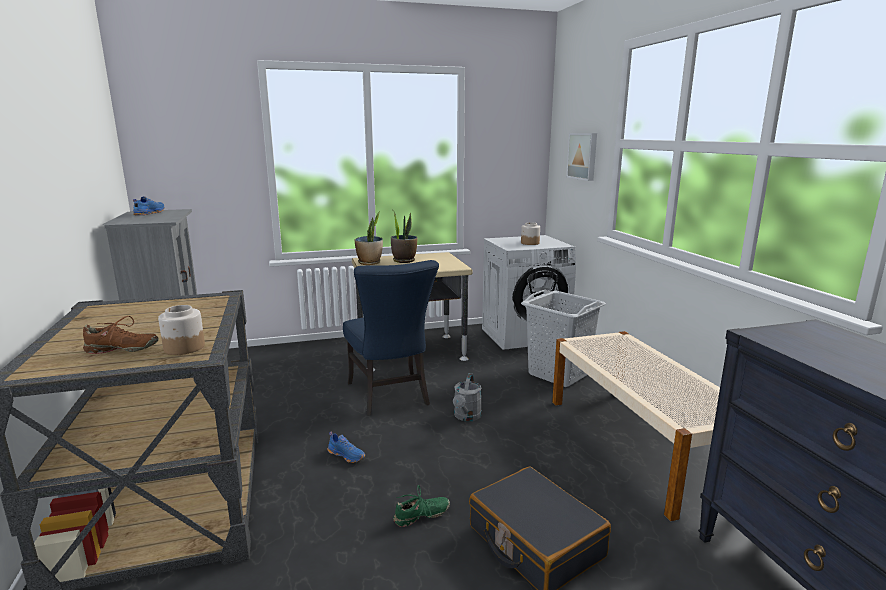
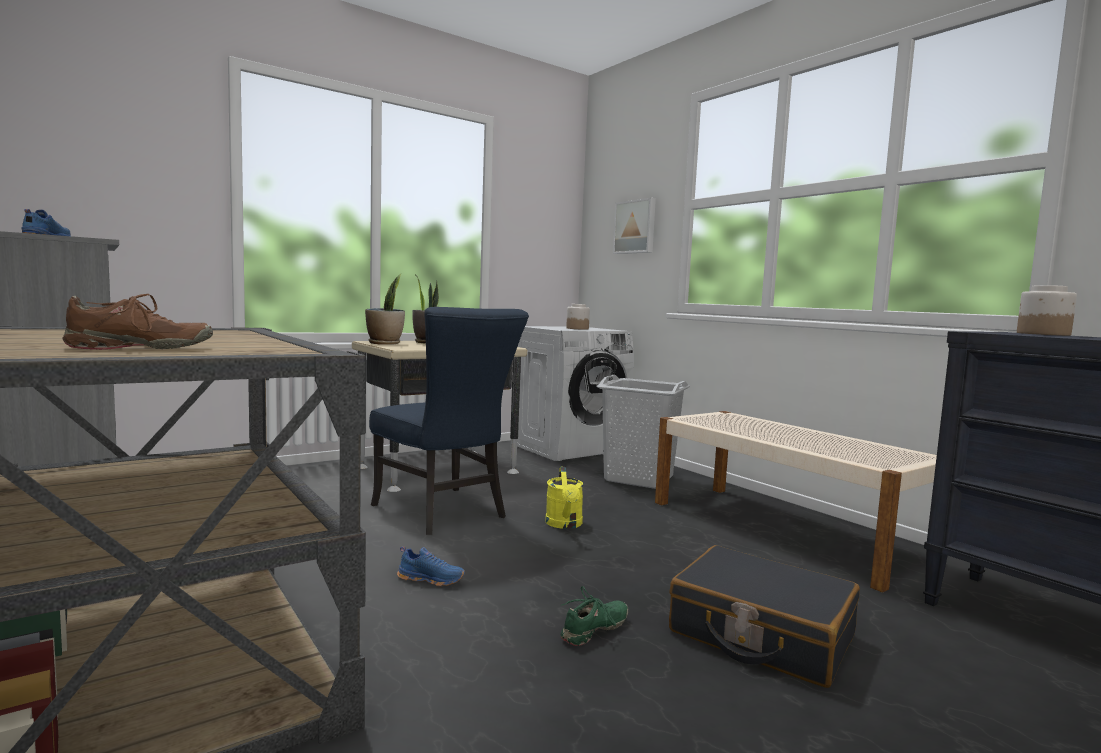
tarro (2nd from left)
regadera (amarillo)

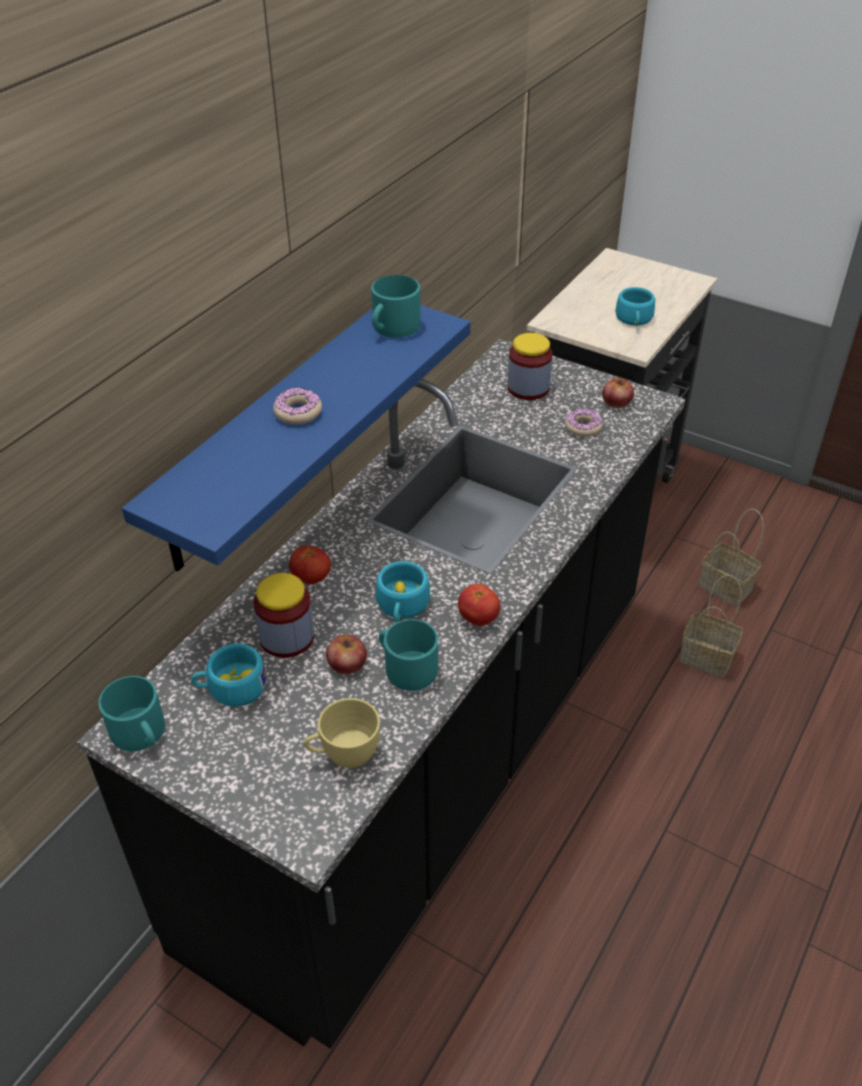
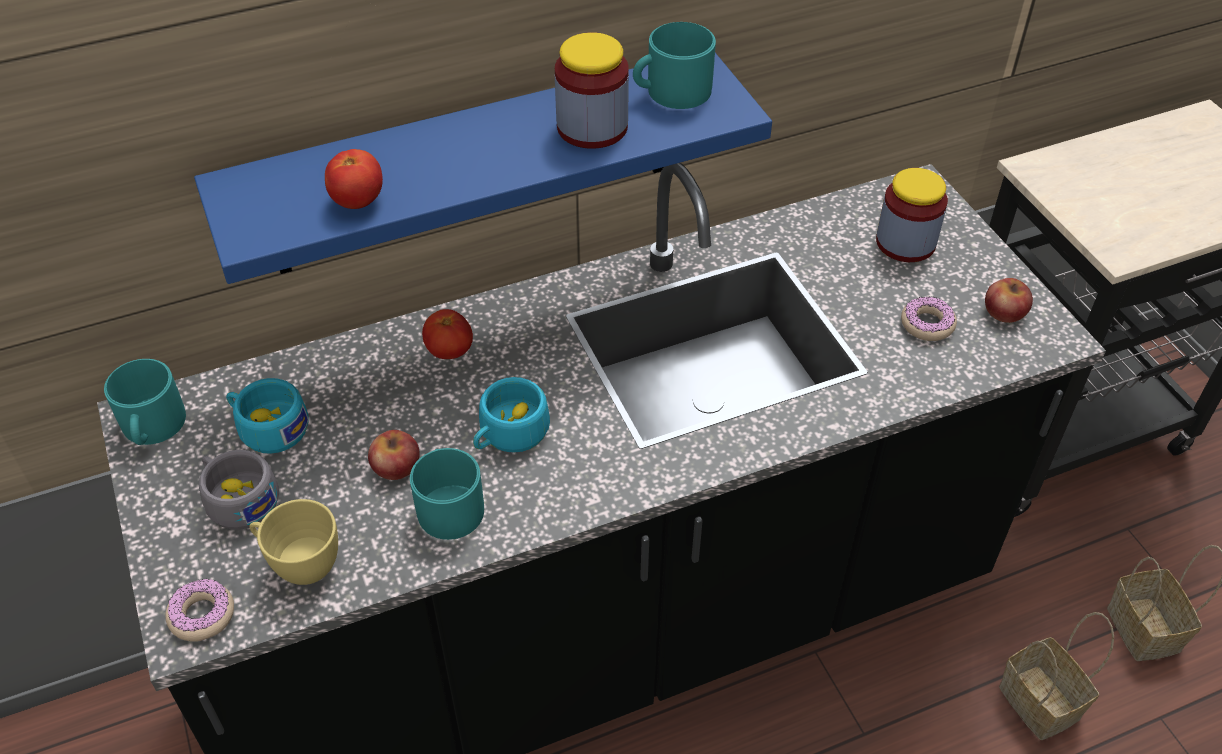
taza (turquesa) (3rd from left in the first image)
taza (gris)
tarro (1st from left)
rosquilla (1st from left)
tomate (1st from left)

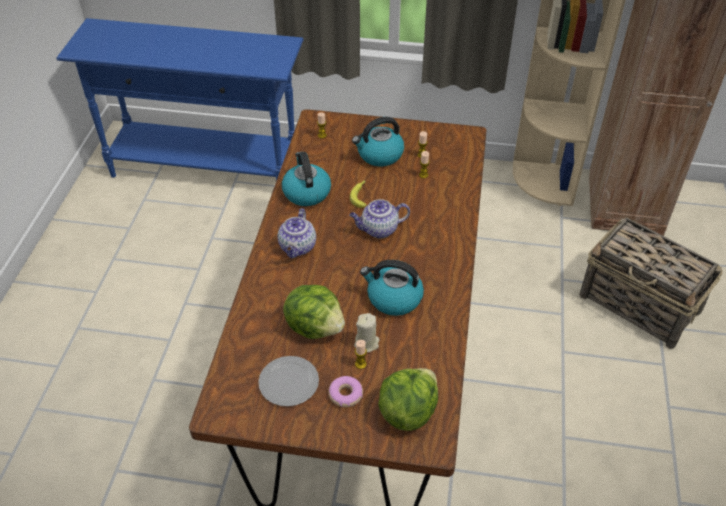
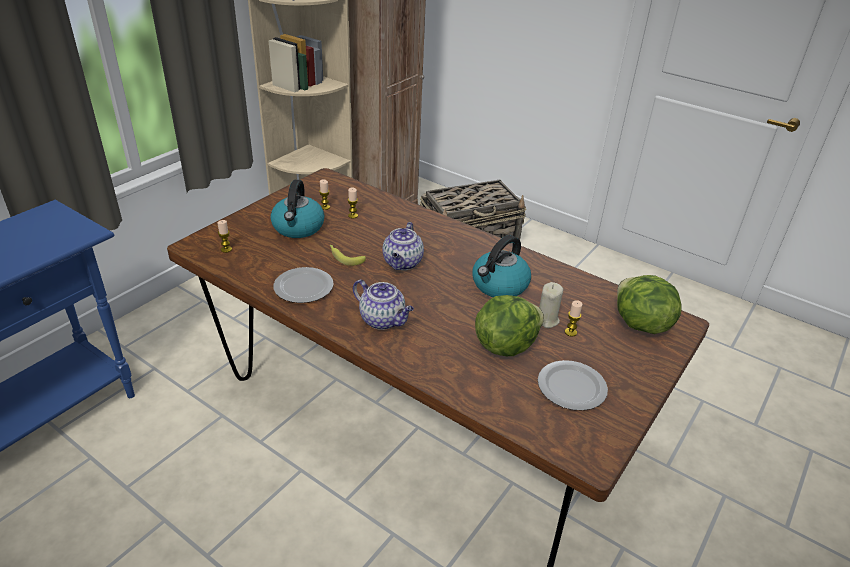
rosquilla
plato (1st from left)

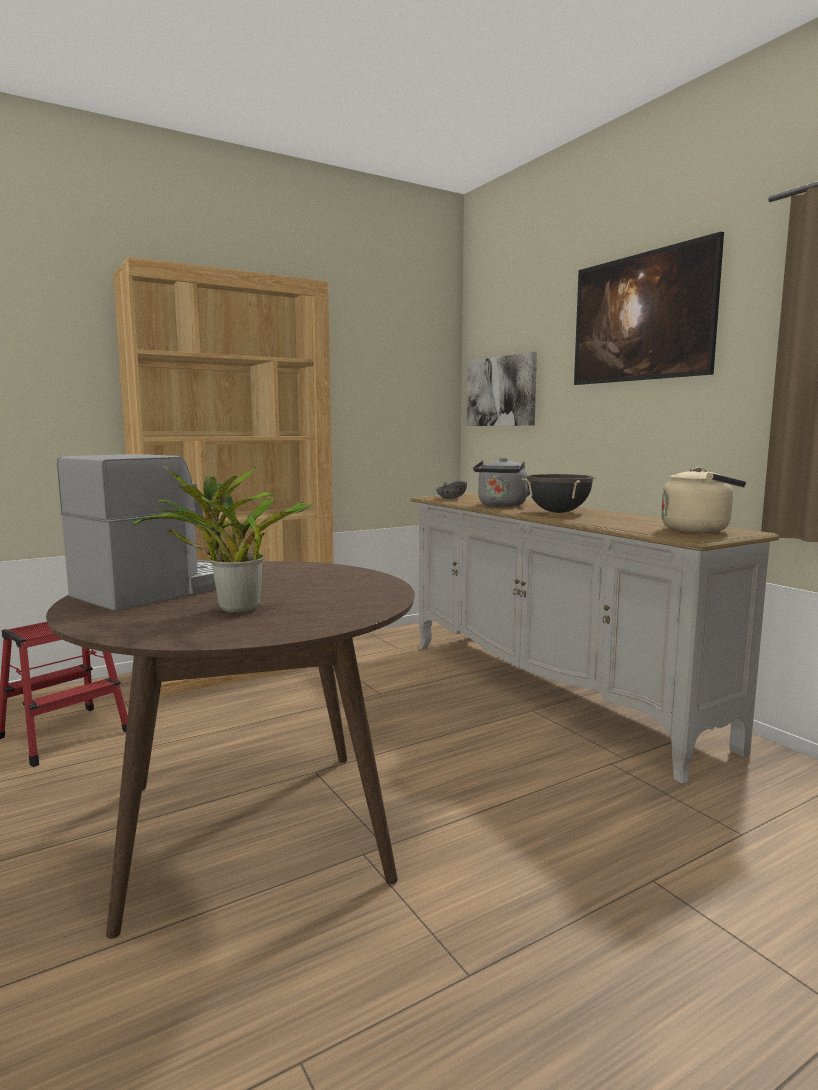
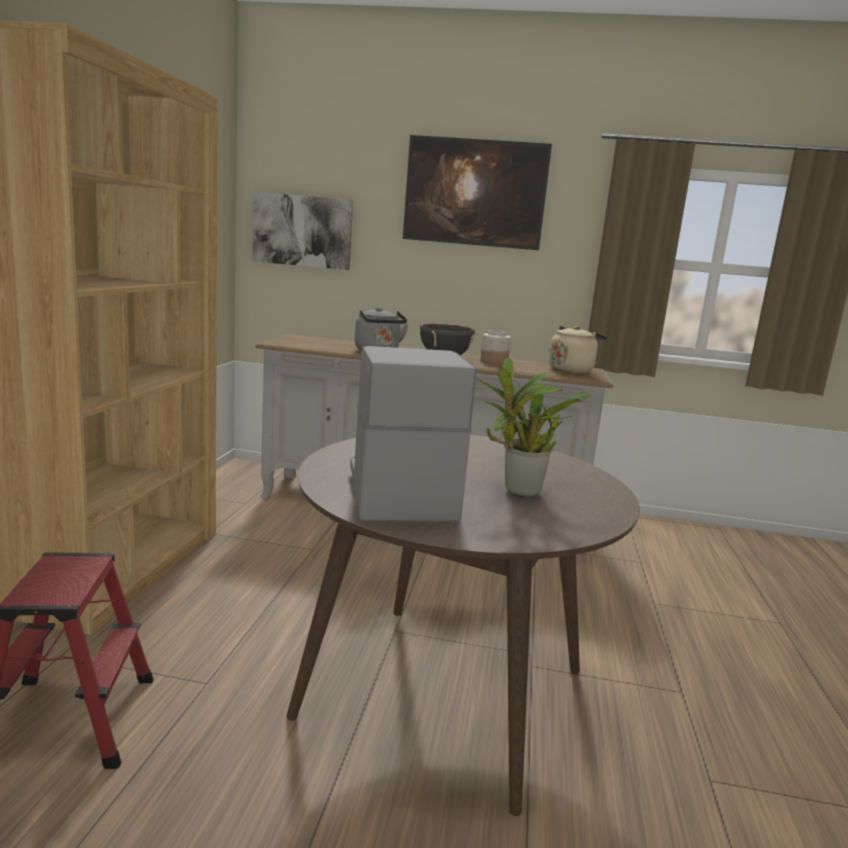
cuenco (gris)
tarro

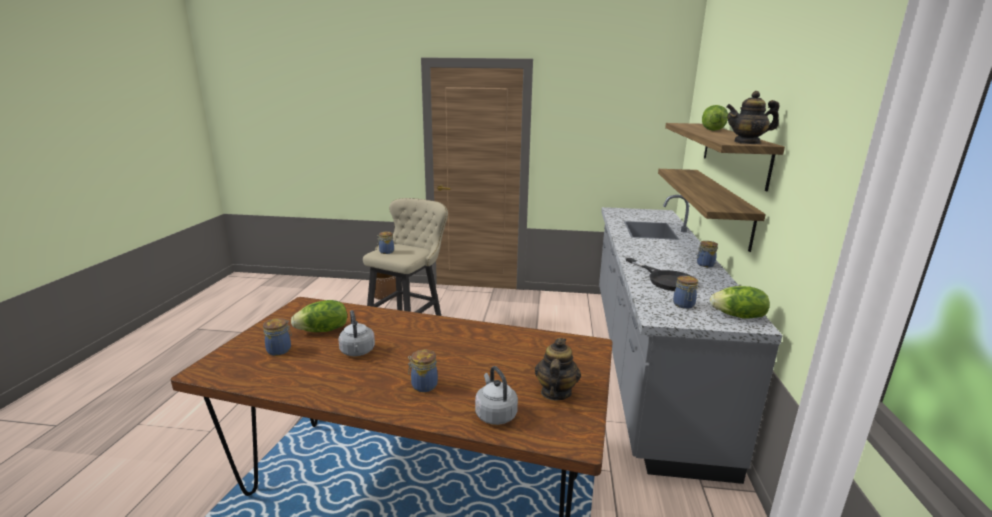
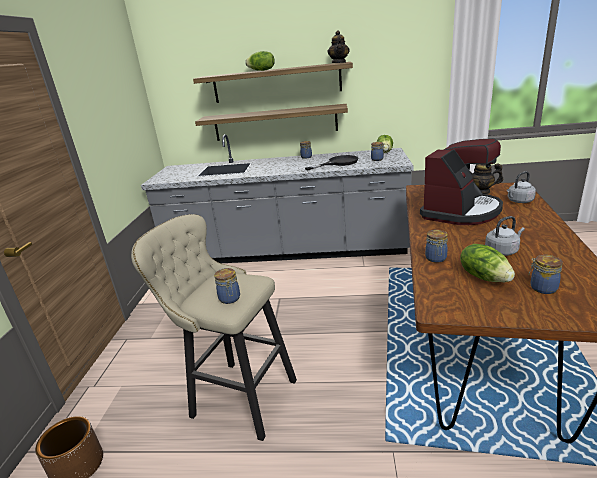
cafetera
tarro (4th from left)

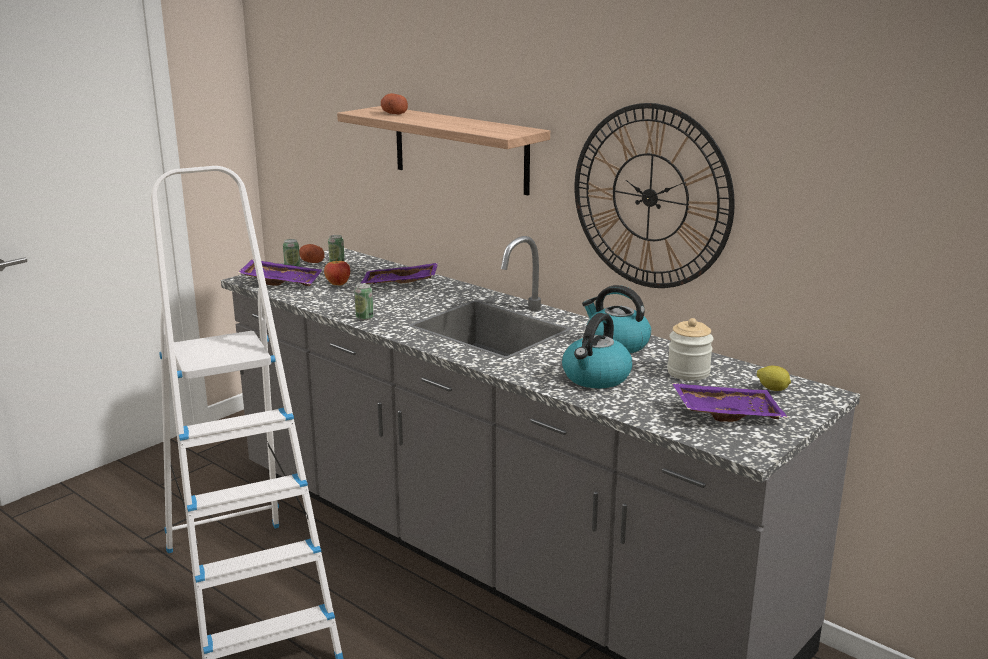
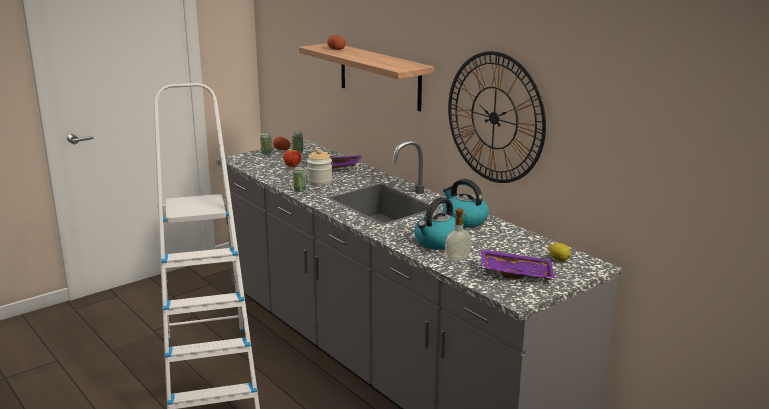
bandeja (morado) (1st from left in the first image)
dispensador de jabón
tarro

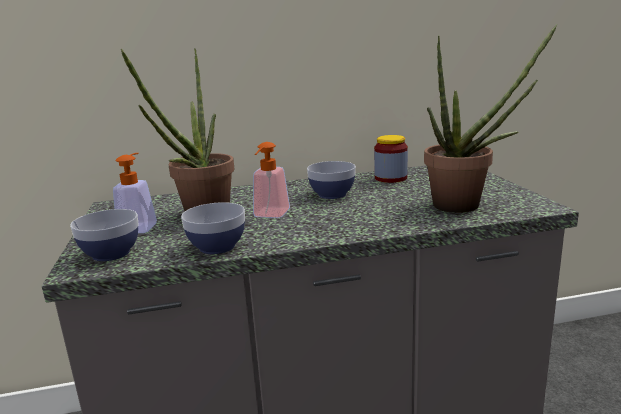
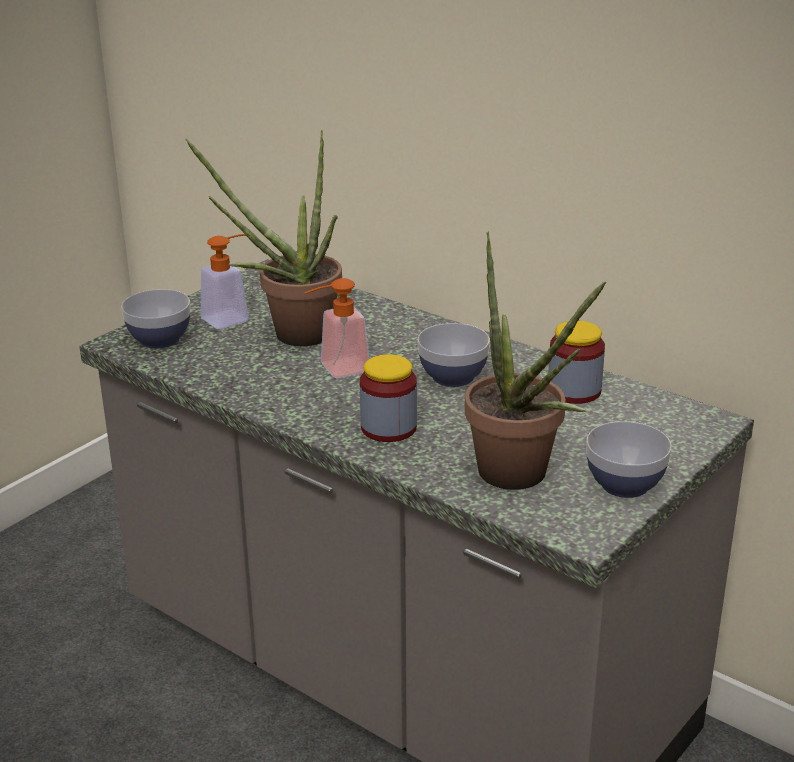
tarro (1st from left)
cuenco (3rd from left)

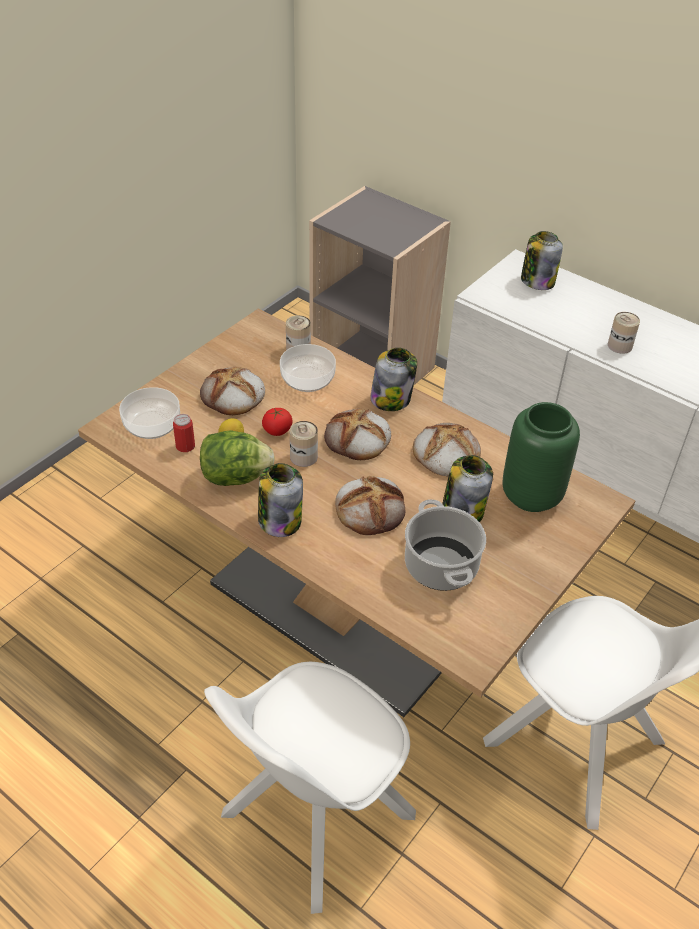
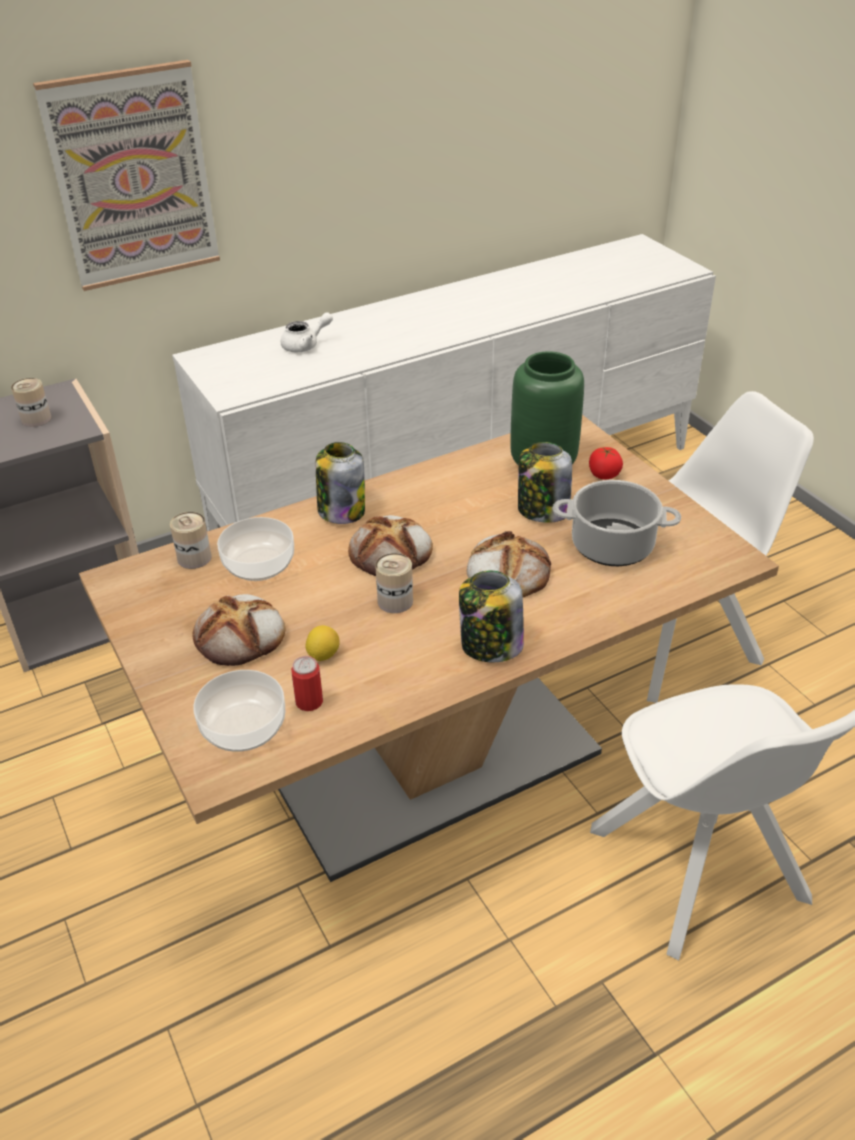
lechuga
pan (4th from left in the first image)
tarro (4th from left in the first image)
cuadro
tetera (blanco)
tomate
lata (1st from left)

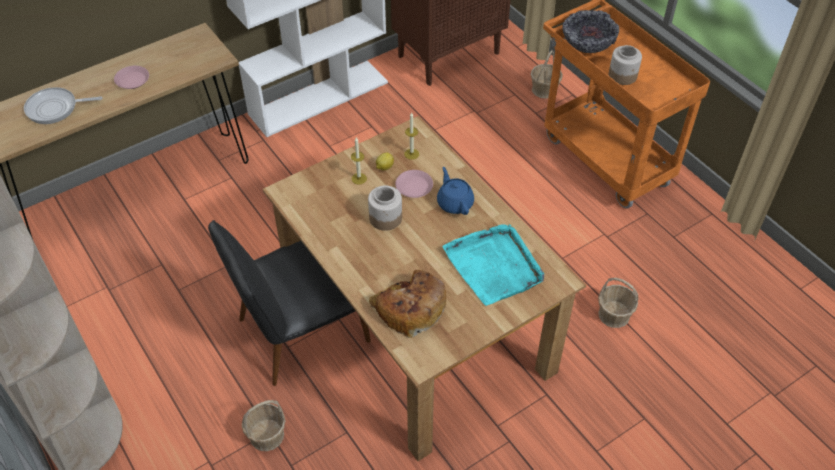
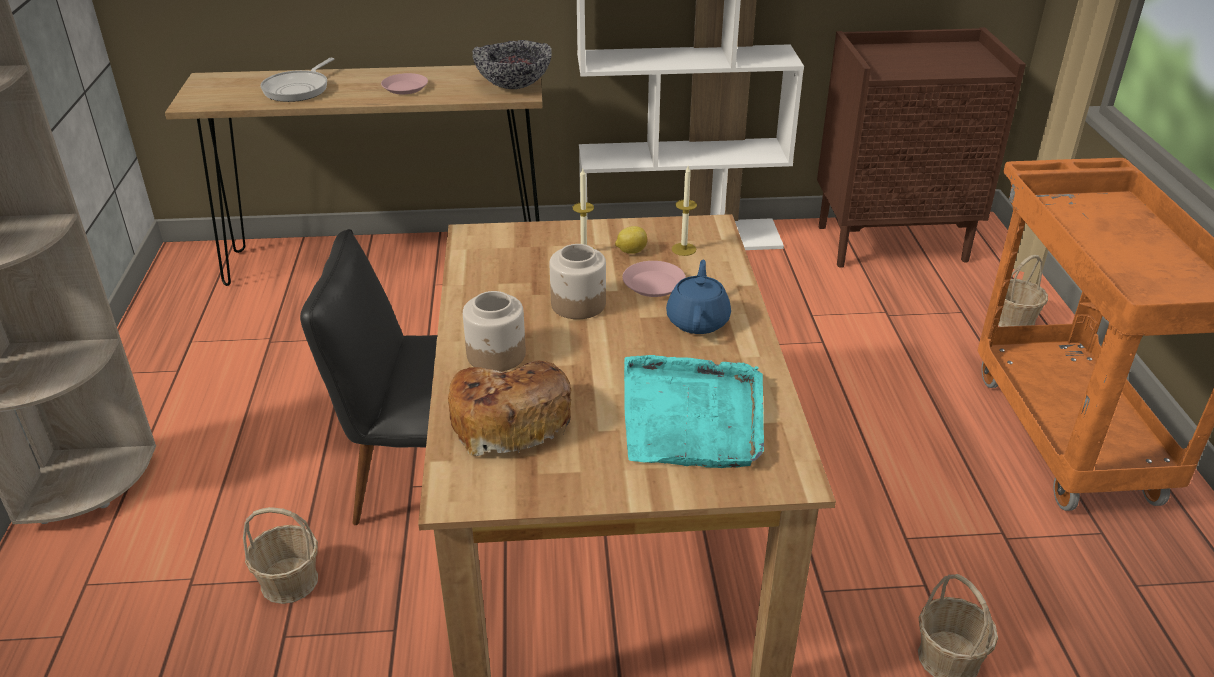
cuenco
tarro (1st from left)
sartén

